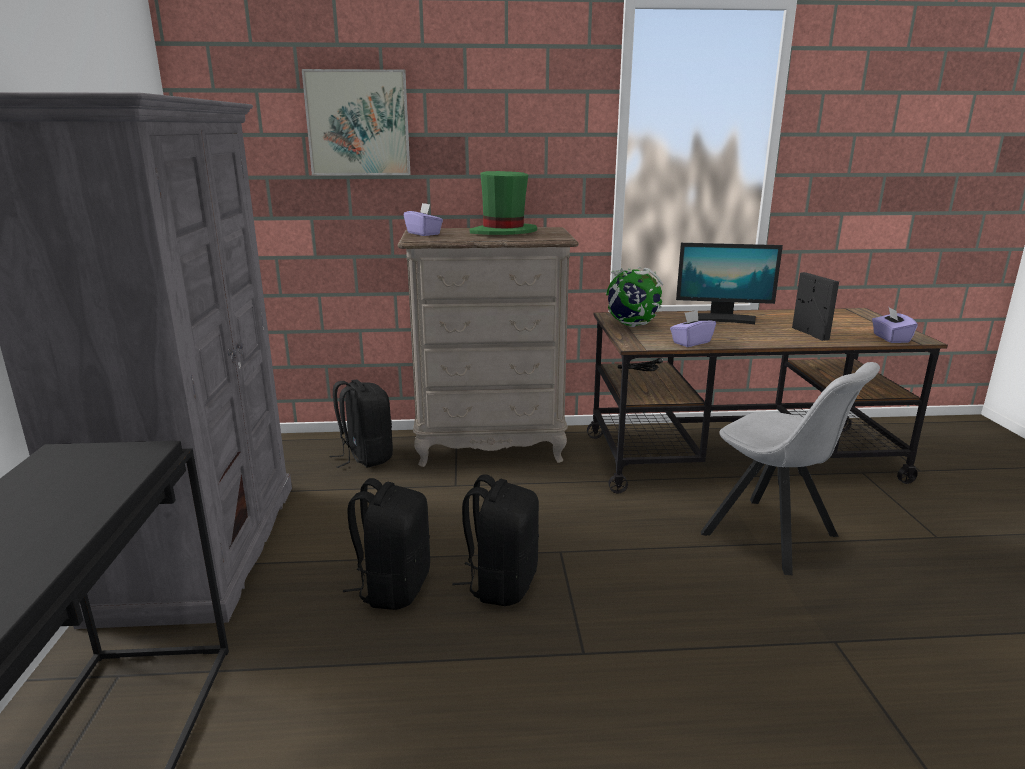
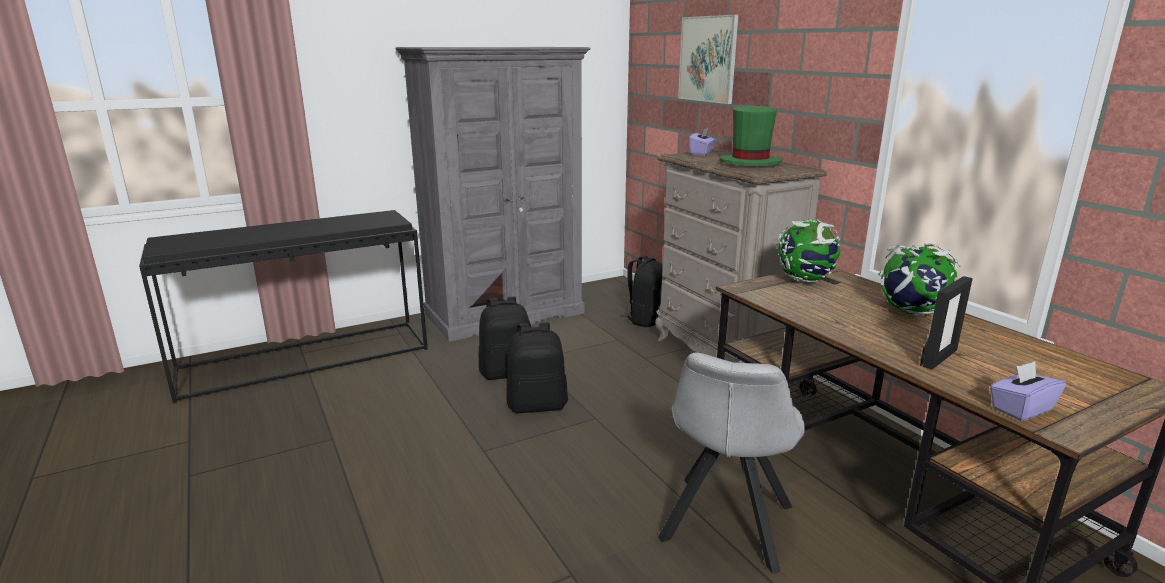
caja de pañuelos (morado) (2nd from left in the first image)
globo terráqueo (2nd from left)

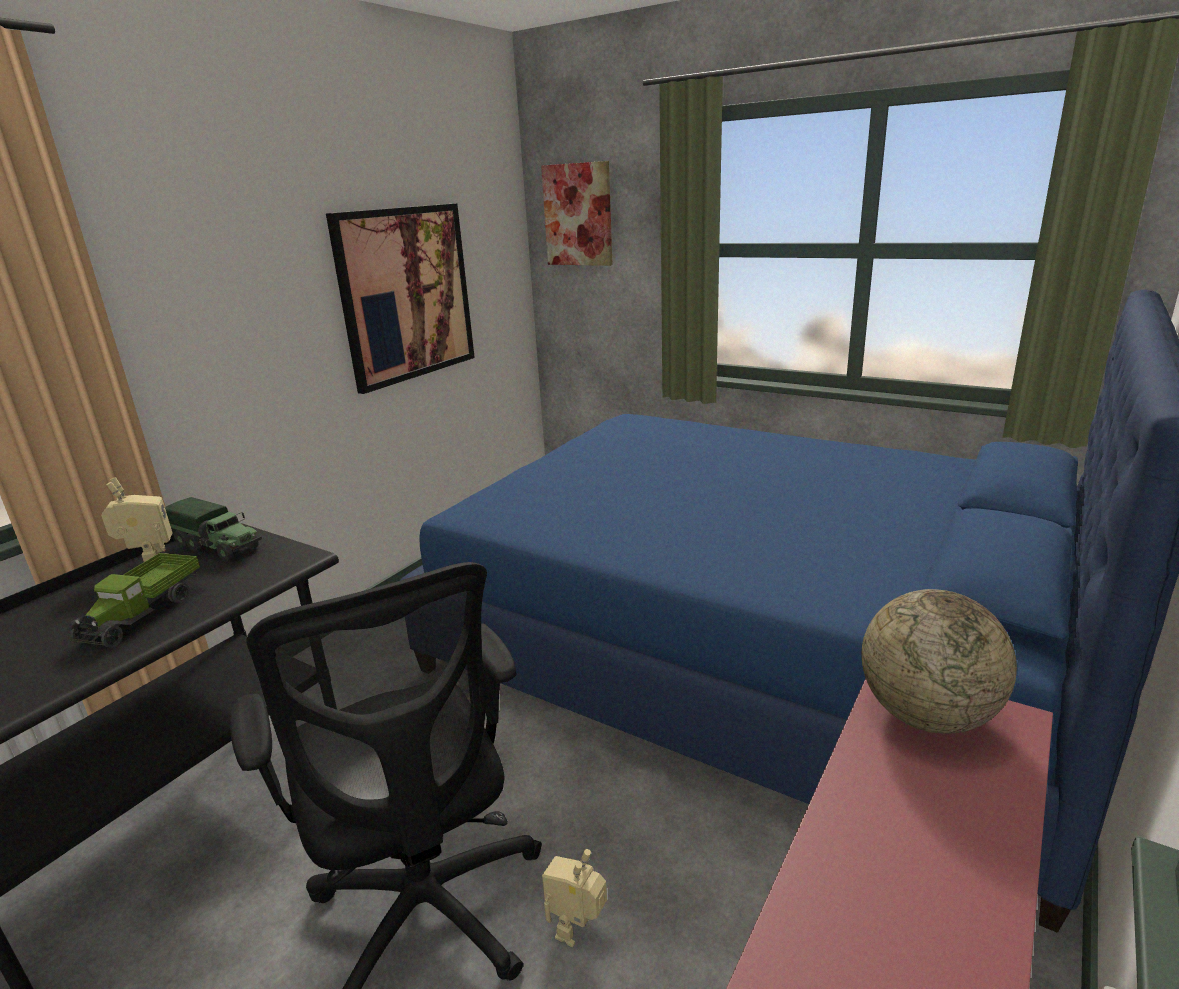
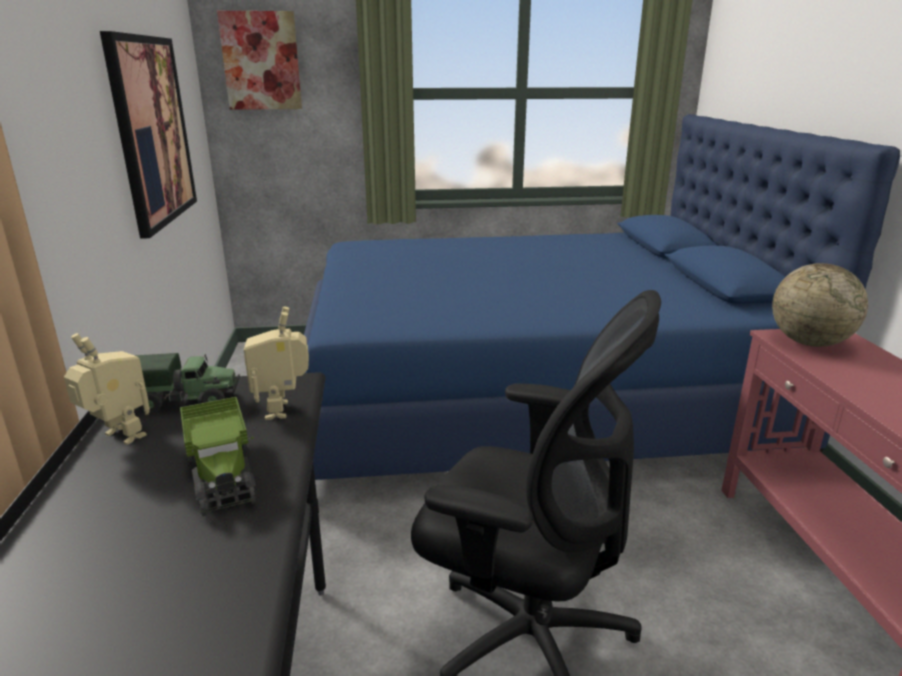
robot de juguete (2nd from left)

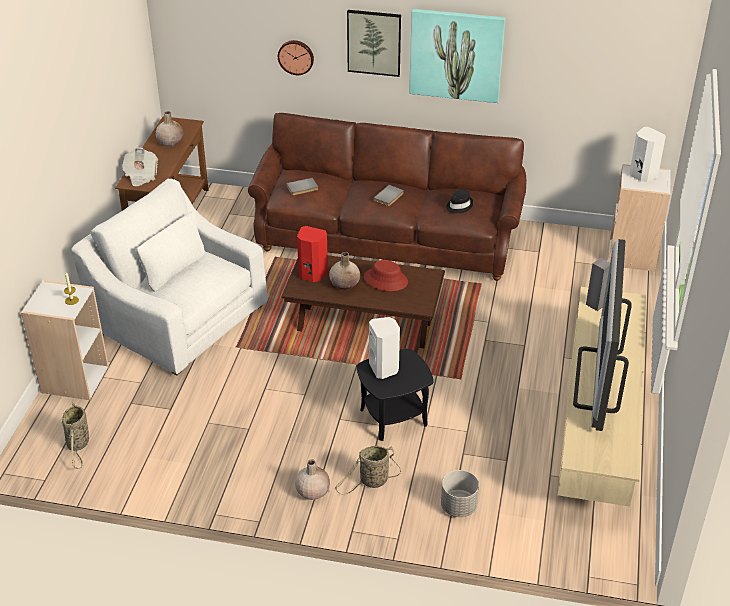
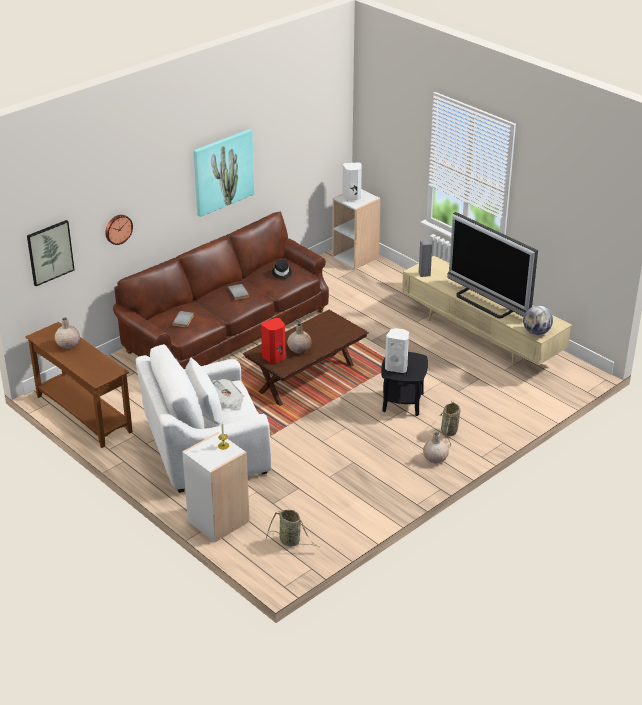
sombrero (rojo)
maceta (gris)
globo terráqueo
periódico
cuadro (1st from left)

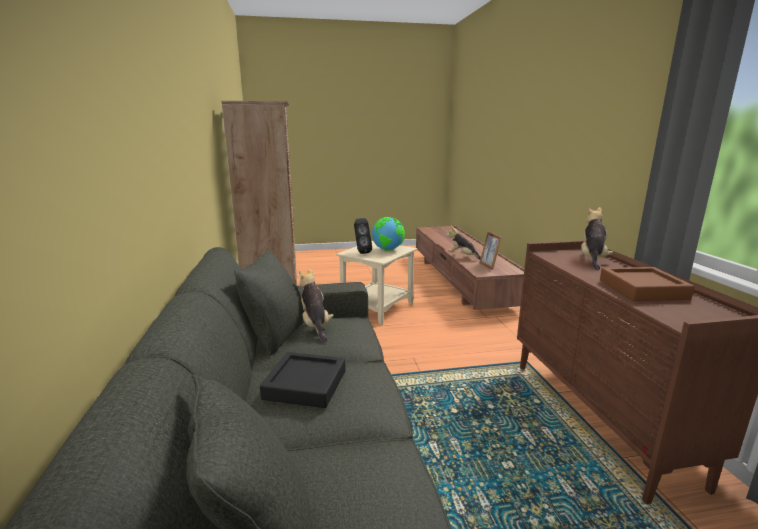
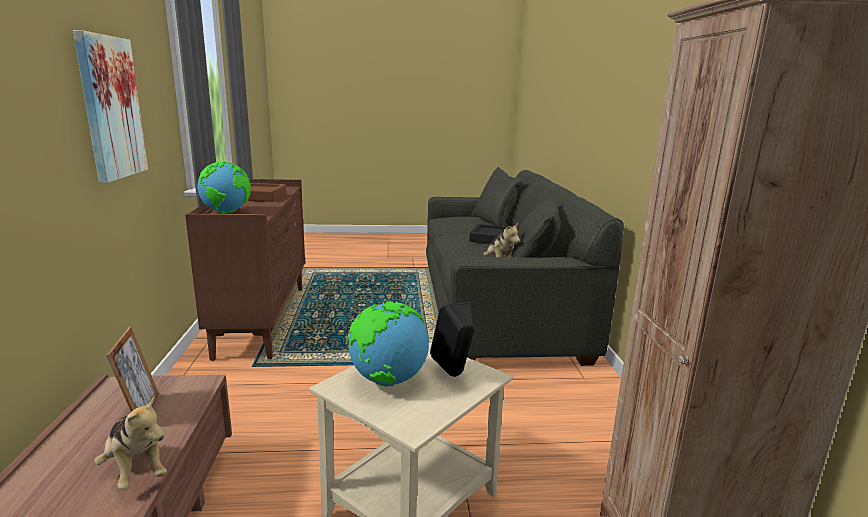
cuadro
globo terráqueo (1st from left)

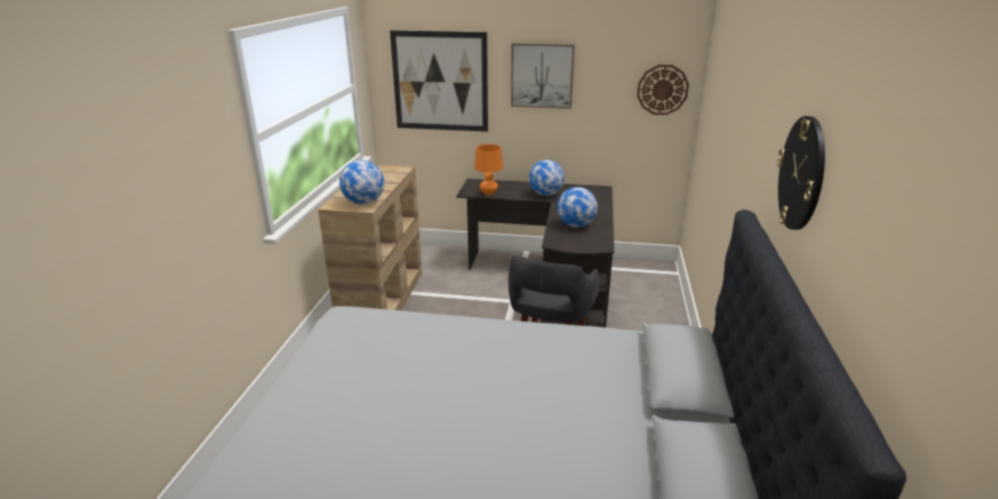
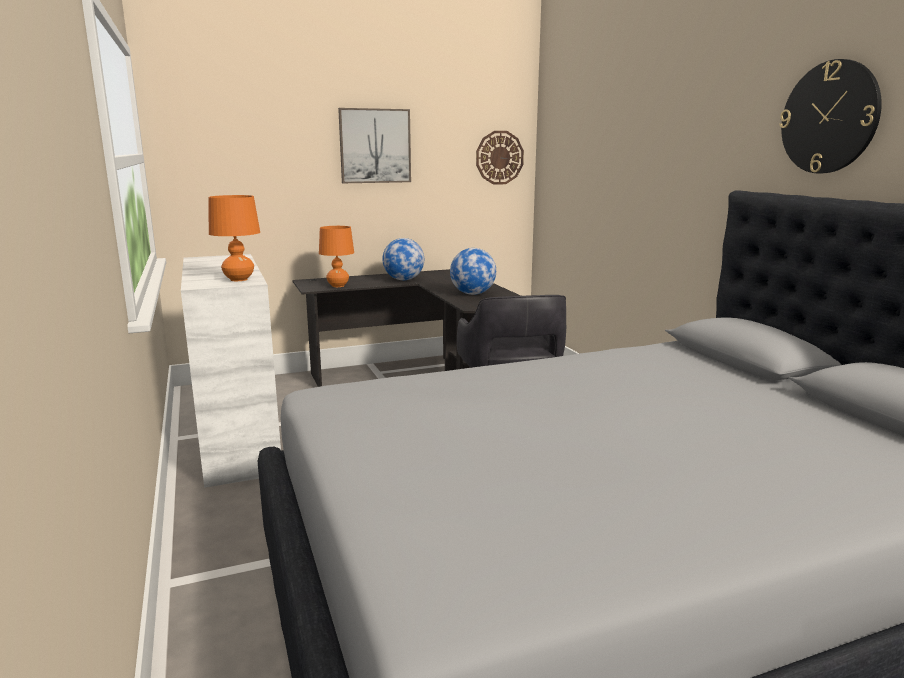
cuadro (1st from left in the first image)
lámpara de mesa (naranja) (1st from left)
estantería (blanco)

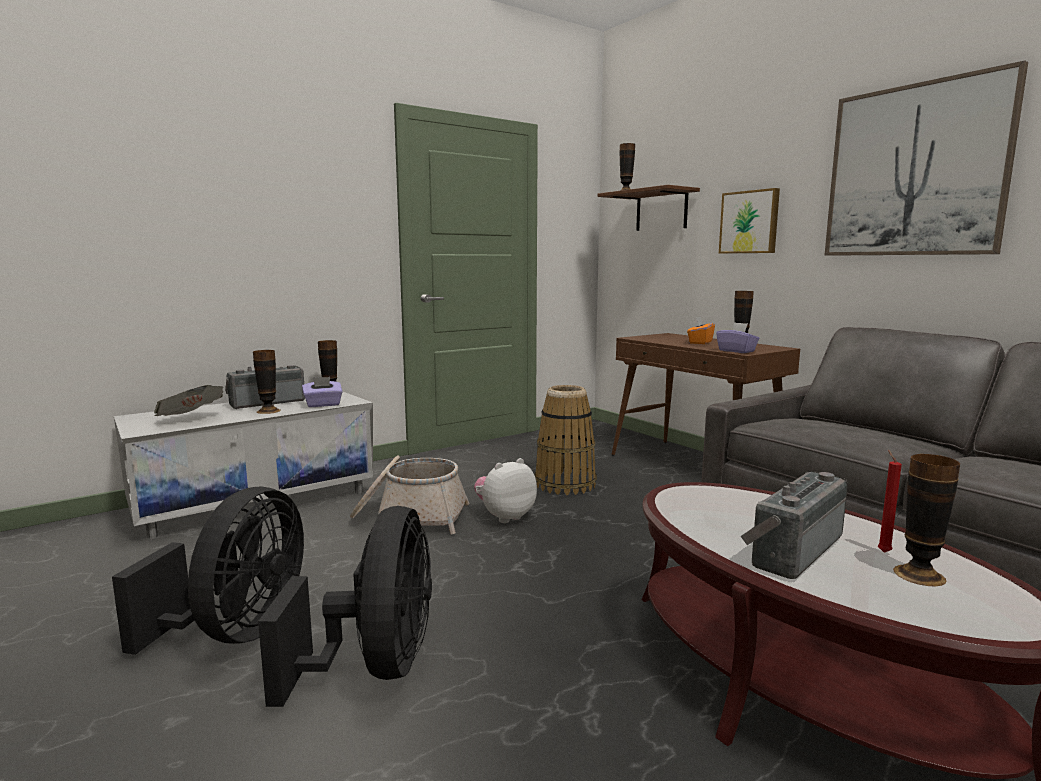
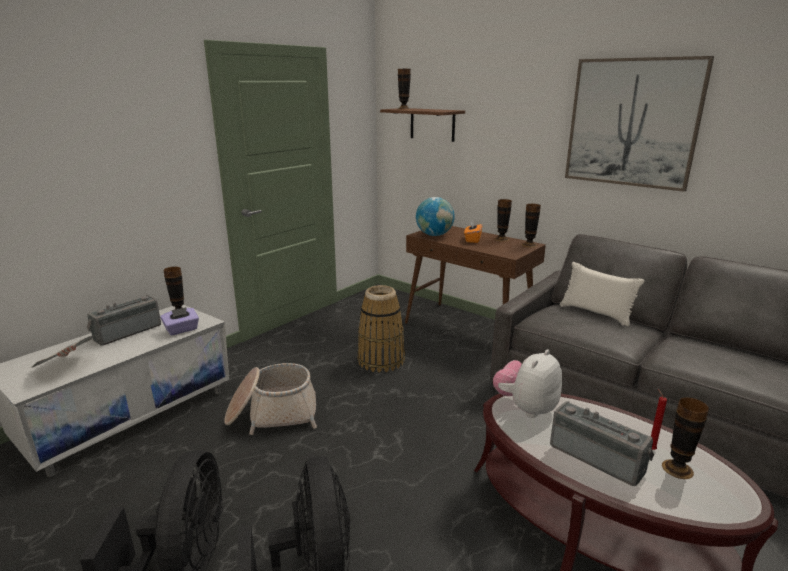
caja de pañuelos (morado) (2nd from left in the first image)
cuadro (1st from left in the first image)
globo terráqueo
cojín (blanco)
florero (4th from left)
peluche
radio (2nd from left)

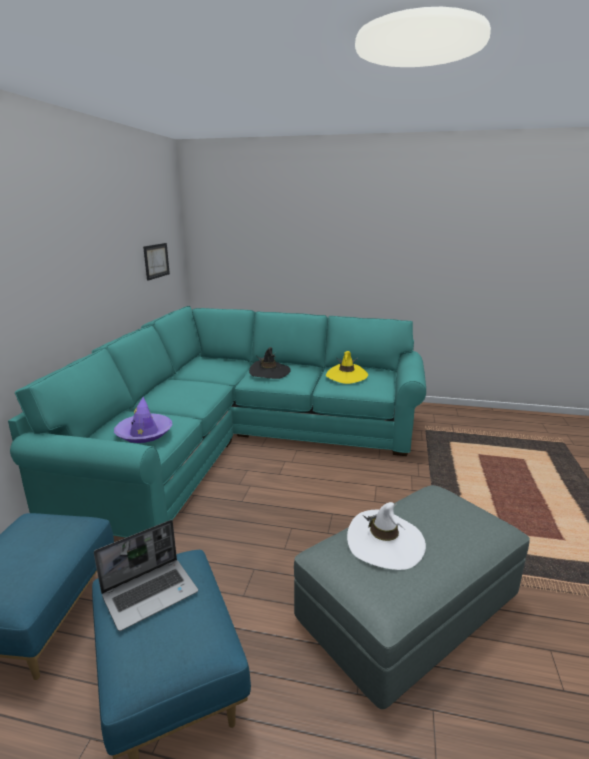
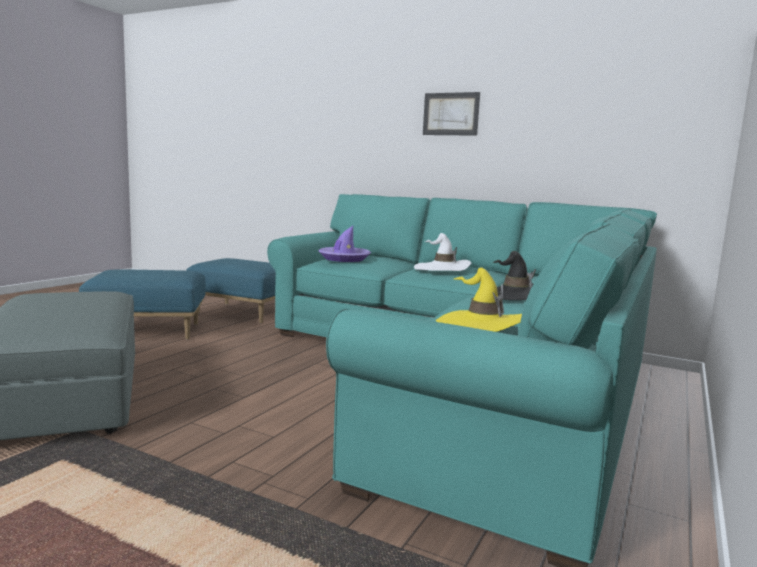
portátil
cuadro
sombrero (blanco)

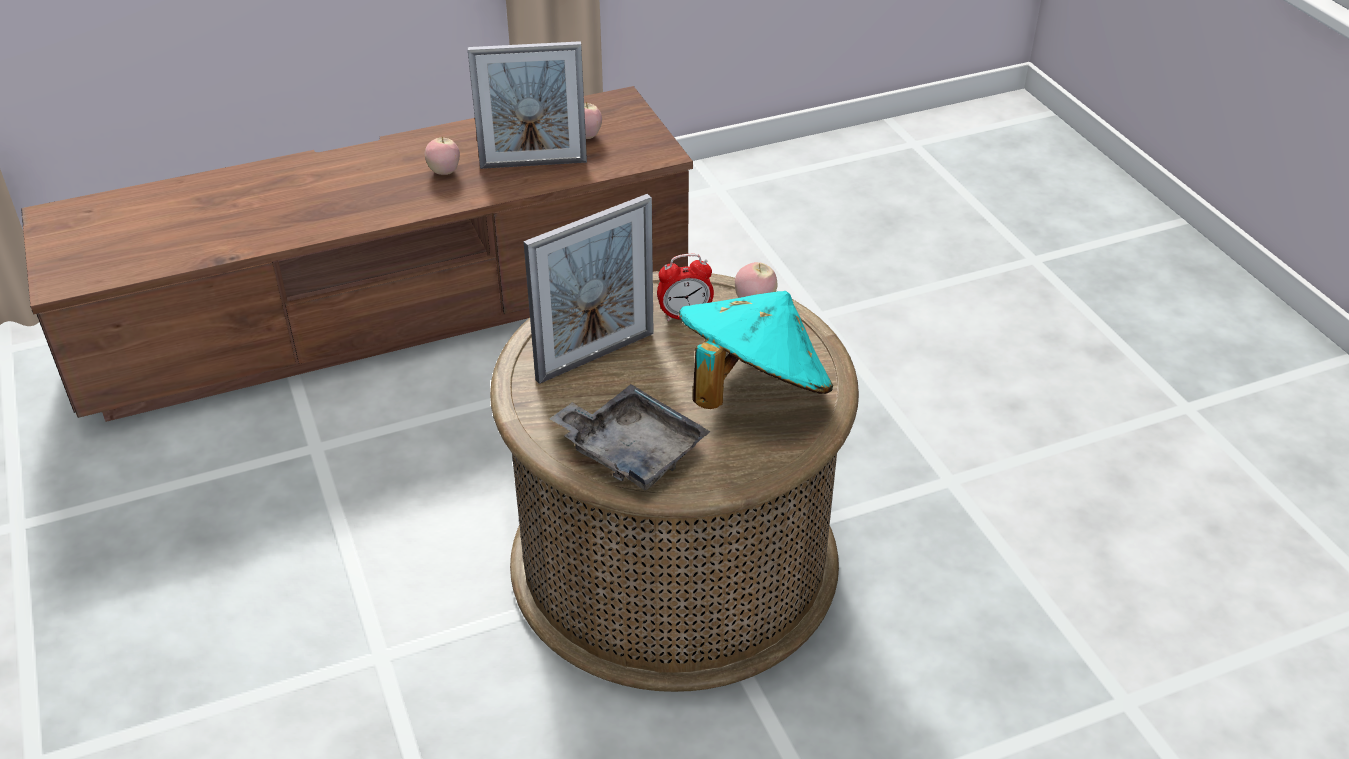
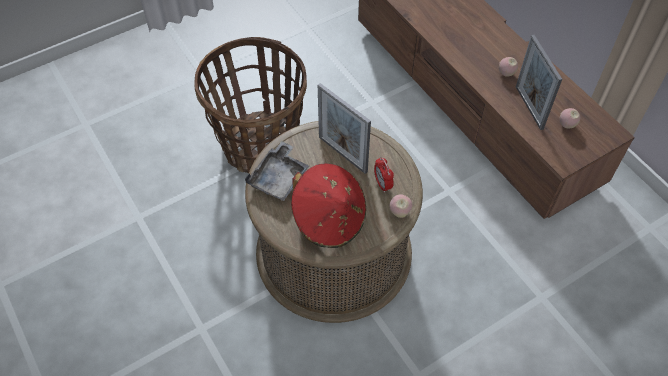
cesta
sombrero (rojo)

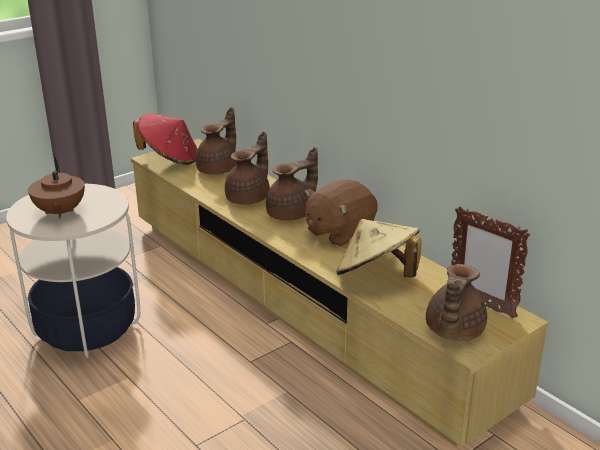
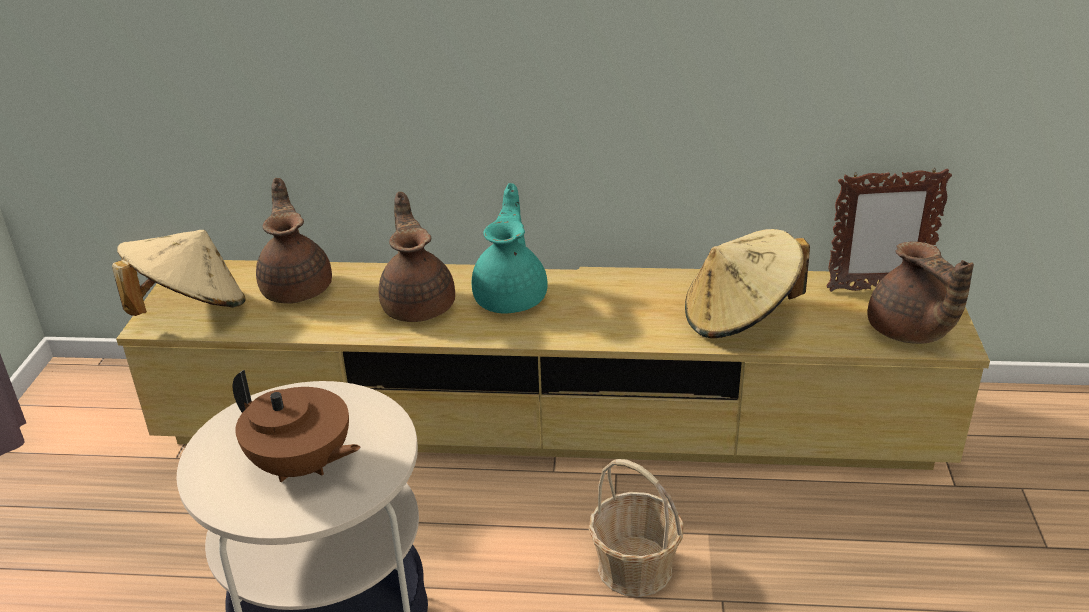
peluche (marrón)
cesta
sombrero (beis) (1st from left)
tetera (turquesa)

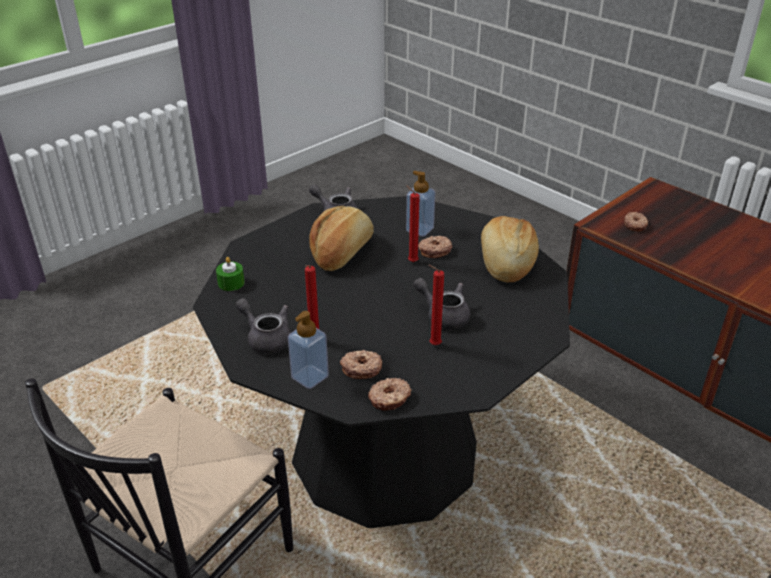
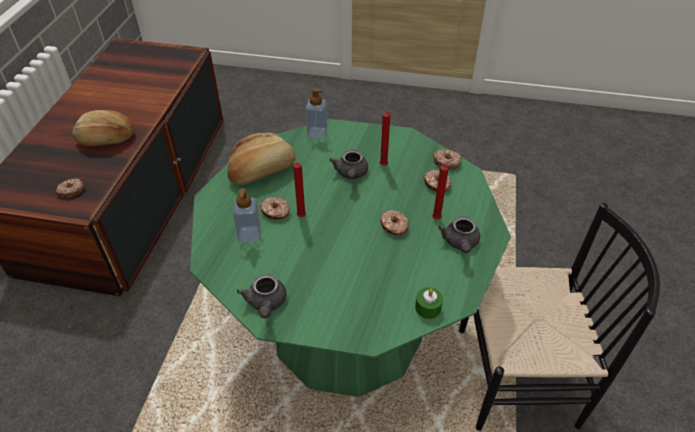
rosquilla (3rd from left)
dispensador de jabón (2nd from left)
pan (1st from left)
mesa de comedor (verde)

